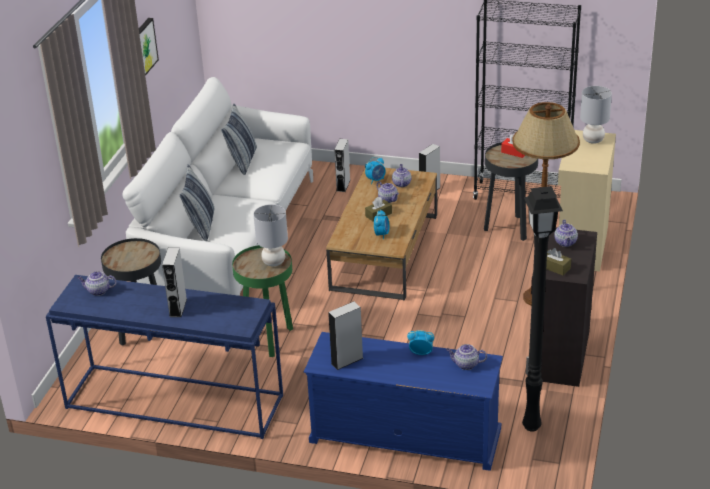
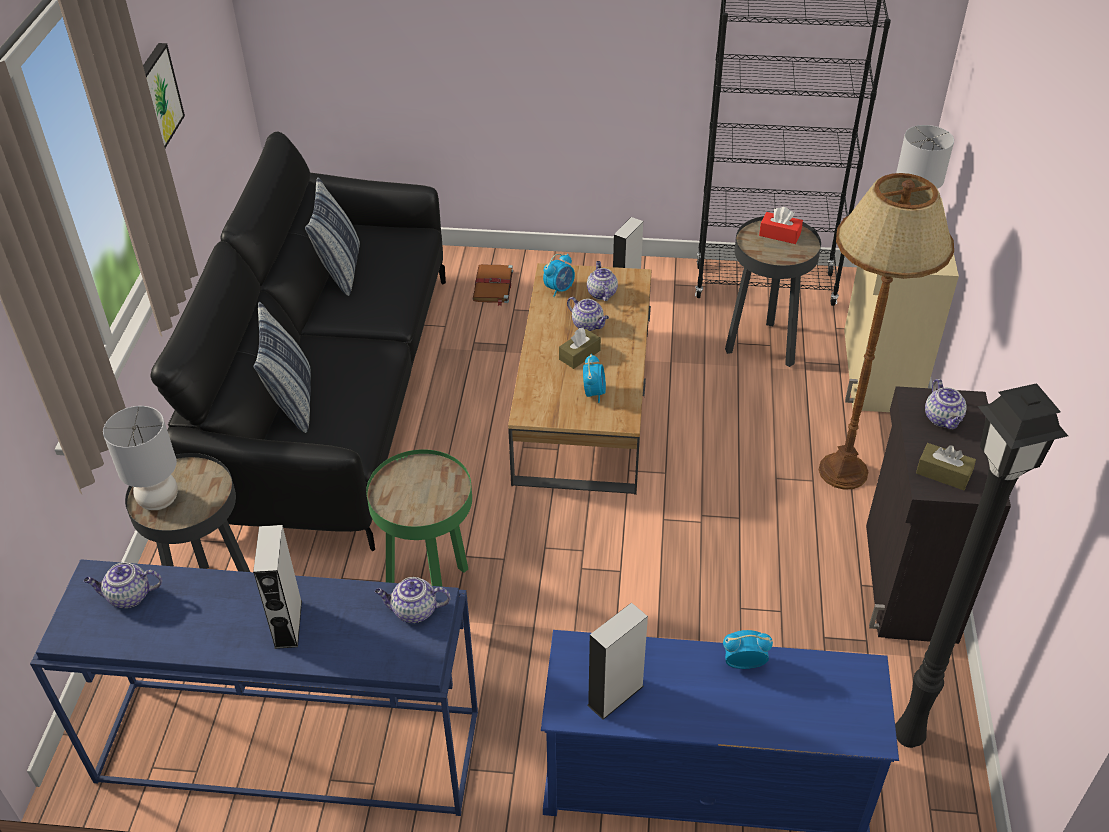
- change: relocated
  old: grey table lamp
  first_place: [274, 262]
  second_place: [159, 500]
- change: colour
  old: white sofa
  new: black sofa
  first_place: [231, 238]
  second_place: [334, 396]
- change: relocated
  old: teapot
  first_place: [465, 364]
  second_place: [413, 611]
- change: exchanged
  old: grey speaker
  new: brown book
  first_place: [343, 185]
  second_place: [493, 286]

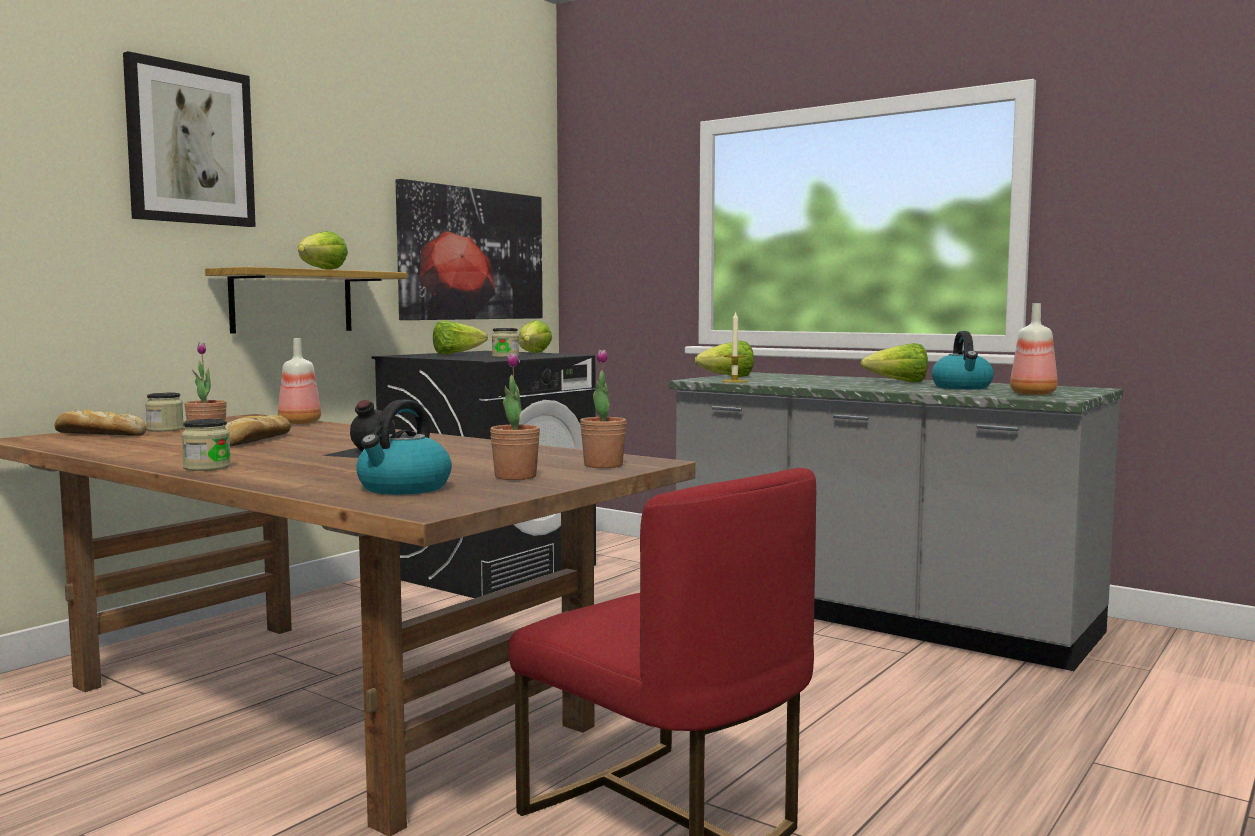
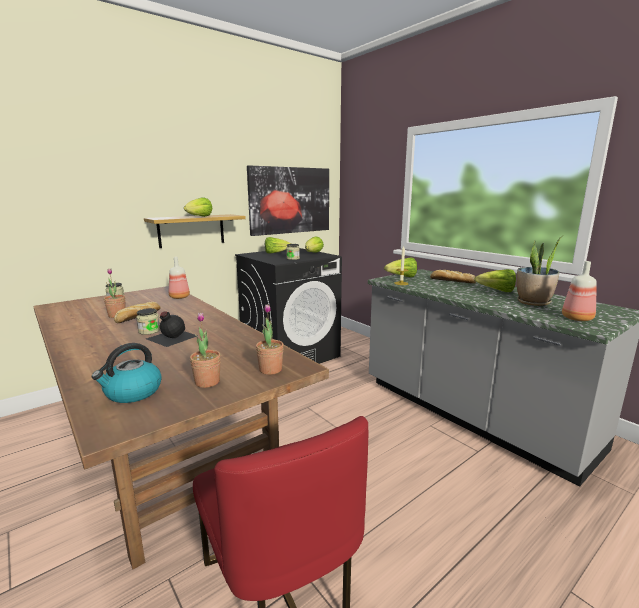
- change: relocated
  old: jar
  first_place: [207, 467]
  second_place: [149, 331]
- change: relocated
  old: bread
  first_place: [98, 434]
  second_place: [451, 281]
- change: exchanged
  old: kettle
  new: potted plant
  first_place: [962, 387]
  second_place: [533, 302]
- change: missing
  old: picture
  first_place: [190, 145]

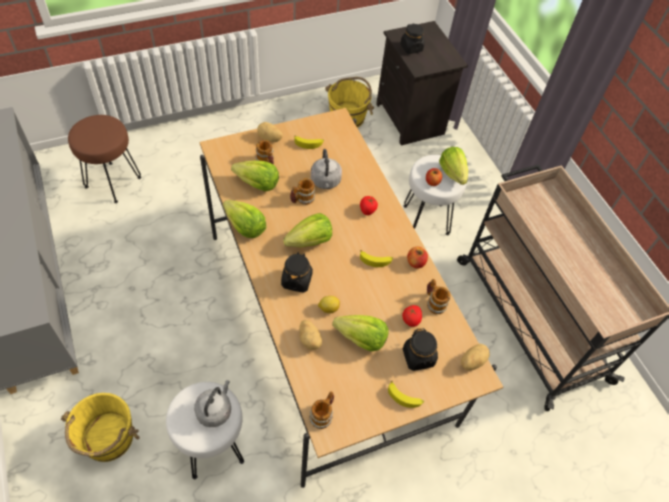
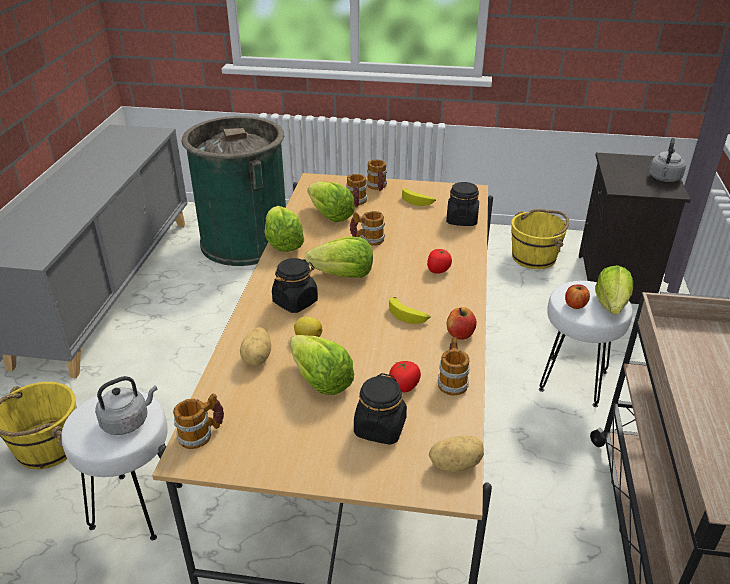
- change: exchanged
  old: brown stool
  new: green trash can
  first_place: [113, 181]
  second_place: [245, 241]
- change: exchanged
  old: potato
  new: mug
  first_place: [269, 138]
  second_place: [377, 187]
- change: relocated
  old: black jar
  first_place: [411, 48]
  second_place: [461, 219]
- change: relocated
  old: grey kettle
  first_place: [325, 182]
  second_place: [664, 179]
- change: missing
  old: banana
  first_place: [404, 397]

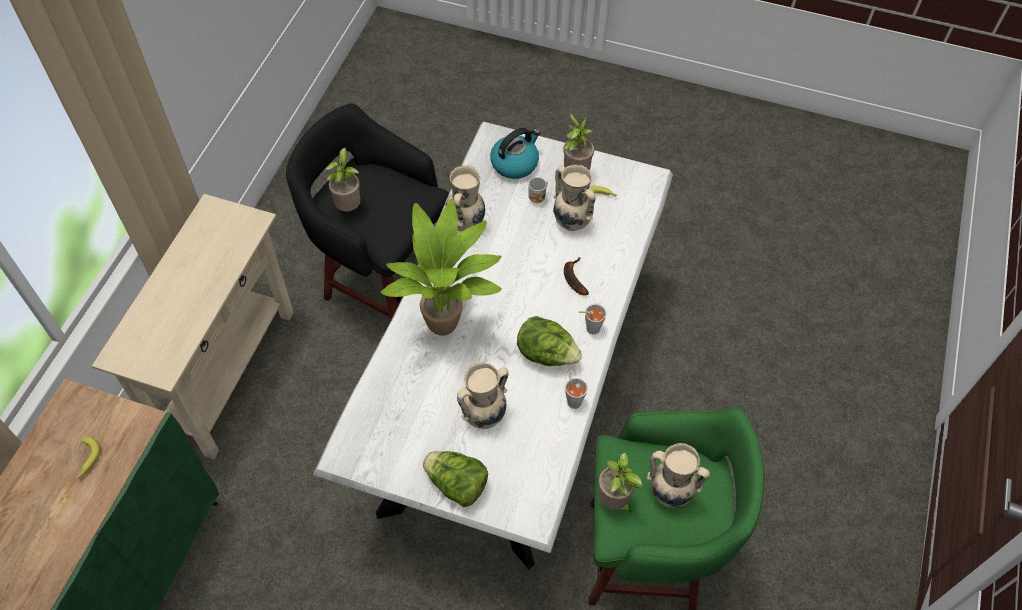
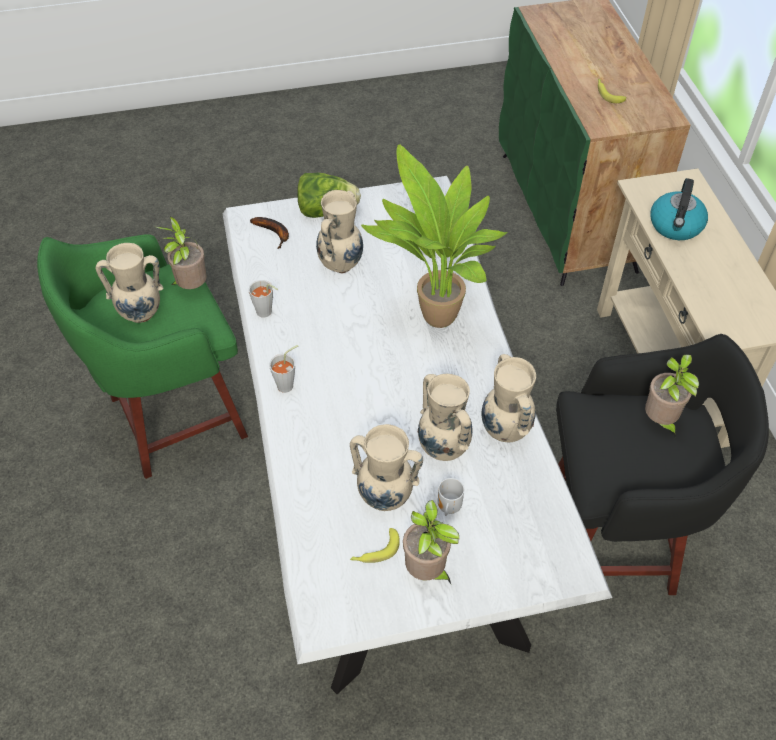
- change: relocated
  old: banana
  first_place: [573, 278]
  second_place: [274, 233]
- change: appeared
  new: beige vase
  second_place: [443, 447]
- change: relocated
  old: kettle
  first_place: [515, 163]
  second_place: [676, 226]
- change: missing
  old: lettuce
  first_place: [546, 354]

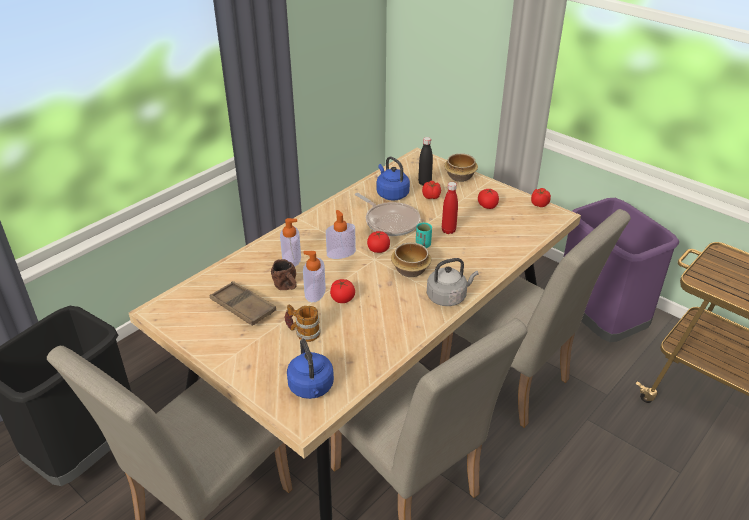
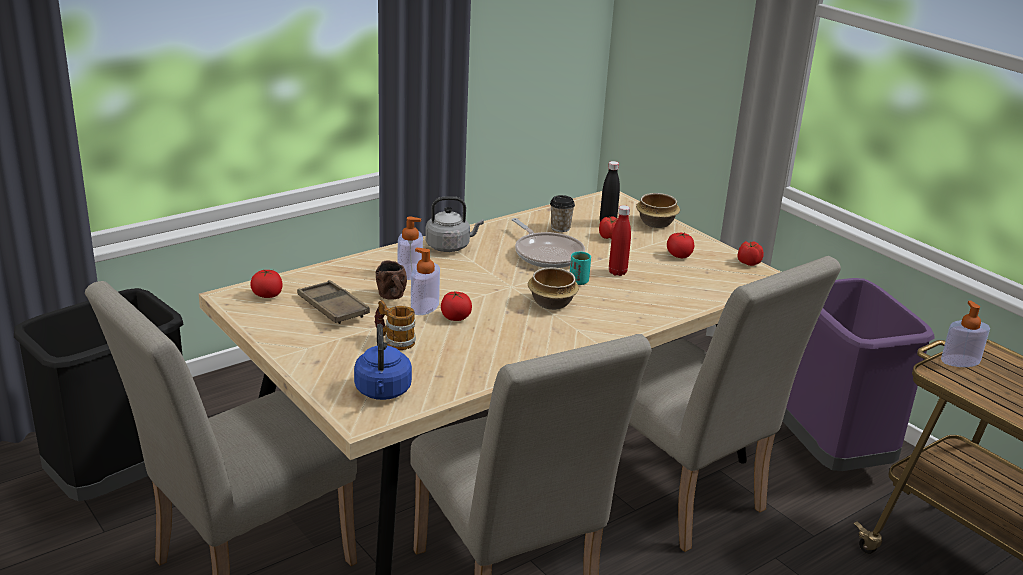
- change: relocated
  old: tomato
  first_place: [378, 250]
  second_place: [267, 295]
- change: relocated
  old: grey kettle
  first_place: [448, 297]
  second_place: [450, 246]
- change: exchanged
  old: blue kettle
  new: cup
  first_place: [391, 194]
  second_place: [560, 228]
- change: relocated
  old: soap dispenser
  first_place: [341, 253]
  second_place: [960, 361]

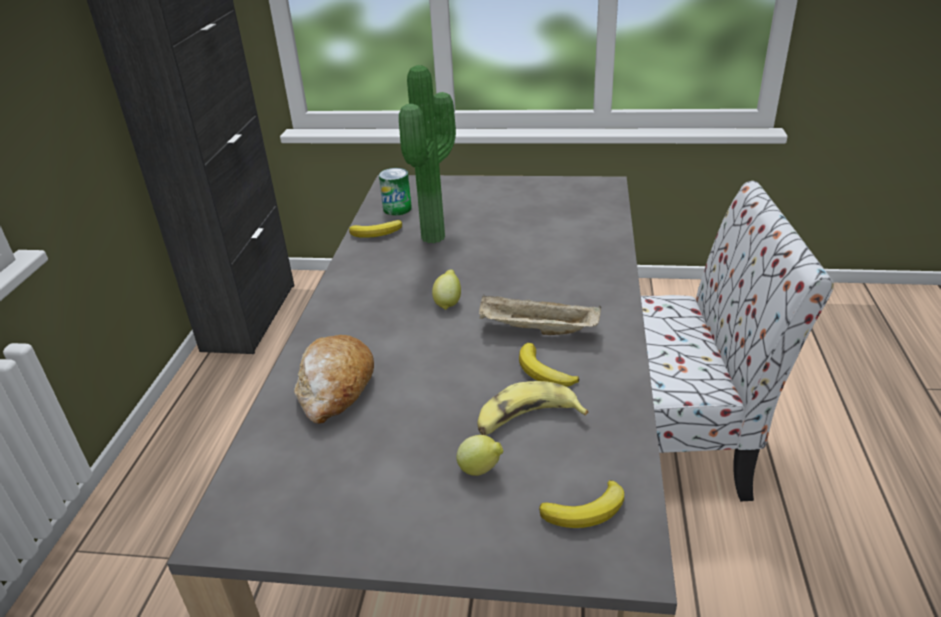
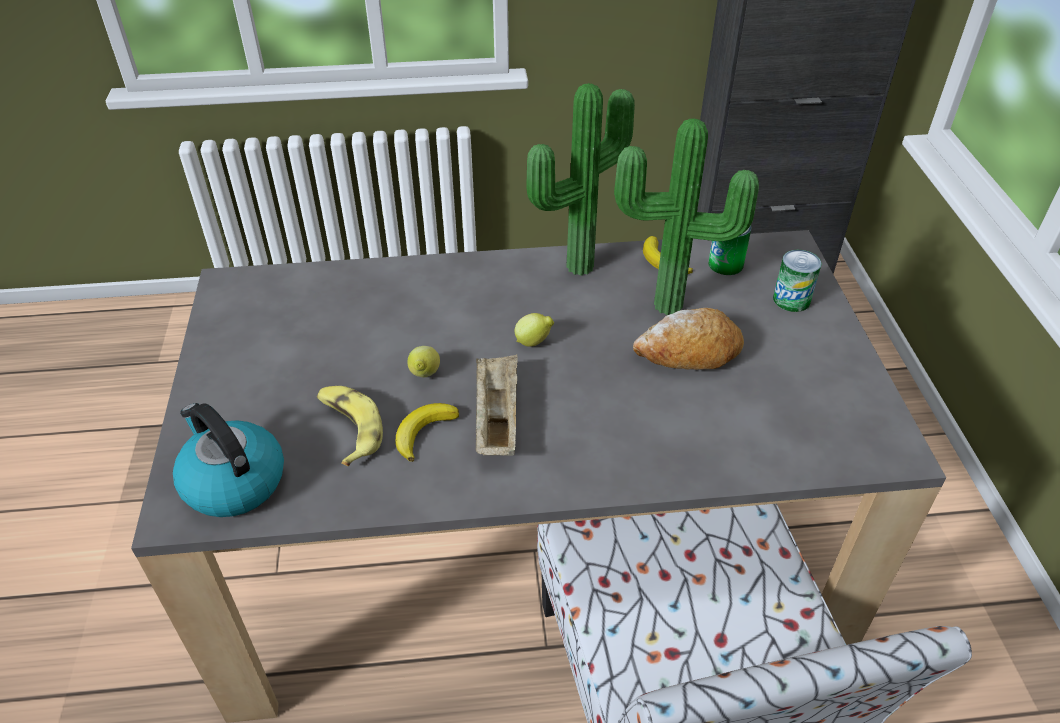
- change: exchanged
  old: banana
  new: kettle
  first_place: [586, 511]
  second_place: [233, 481]
- change: relocated
  old: lemon
  first_place: [481, 470]
  second_place: [424, 375]
- change: appeared
  new: potted plant
  second_place: [575, 264]
- change: relocated
  old: bread
  first_place: [335, 388]
  second_place: [688, 353]
- change: appeared
  new: can
  second_place: [791, 299]

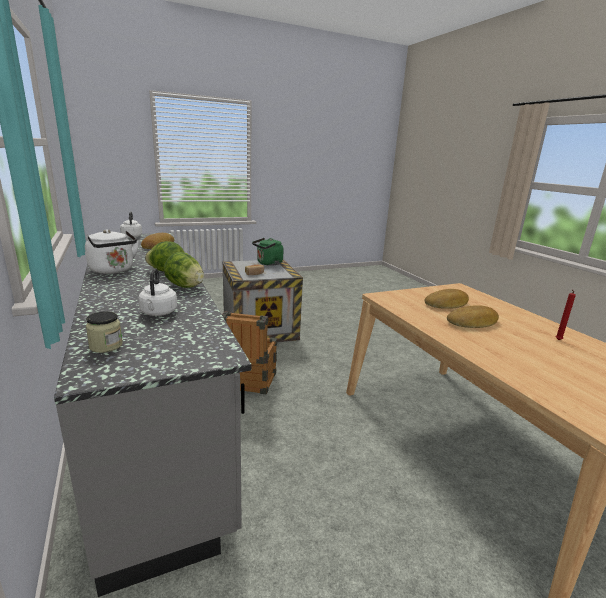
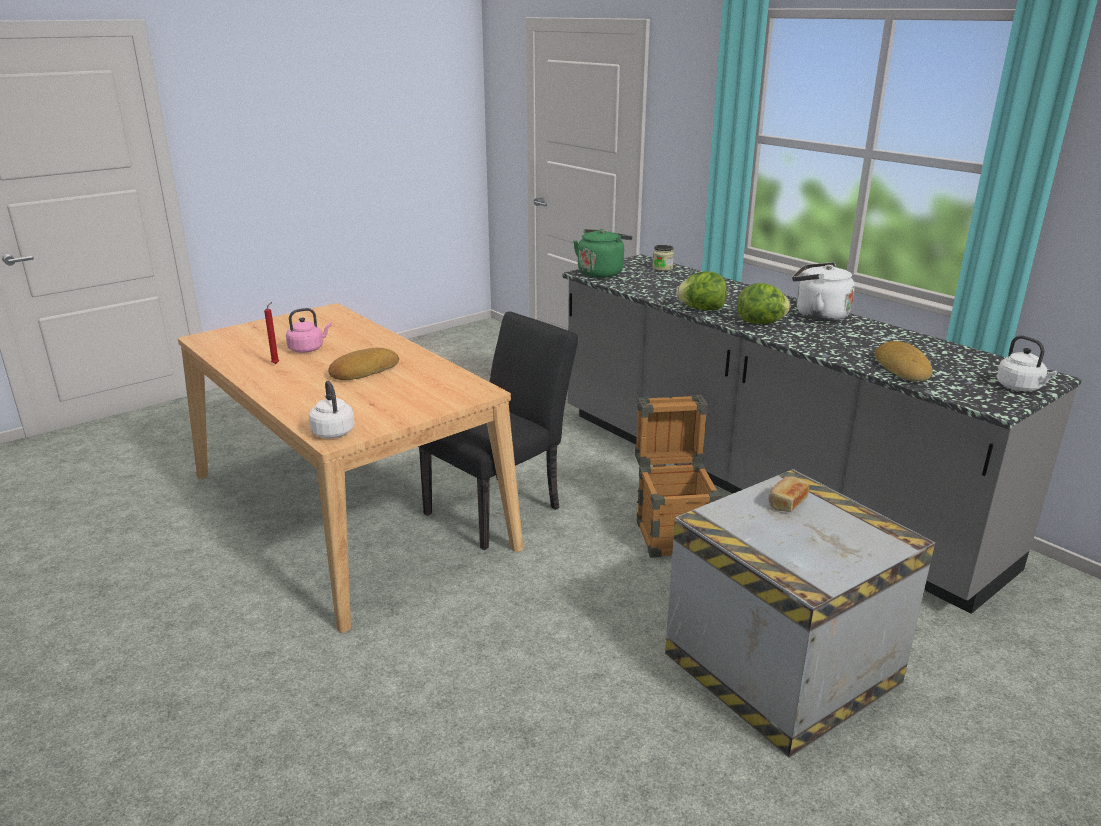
- change: appeared
  new: pink kettle
  second_place: [308, 349]
- change: relocated
  old: white kettle
  first_place: [158, 313]
  second_place: [332, 431]
- change: appeared
  new: black chair
  second_place: [501, 507]
- change: relocated
  old: green kettle
  first_place: [268, 263]
  second_place: [601, 272]
- change: missing
  old: bread
  first_place: [447, 304]

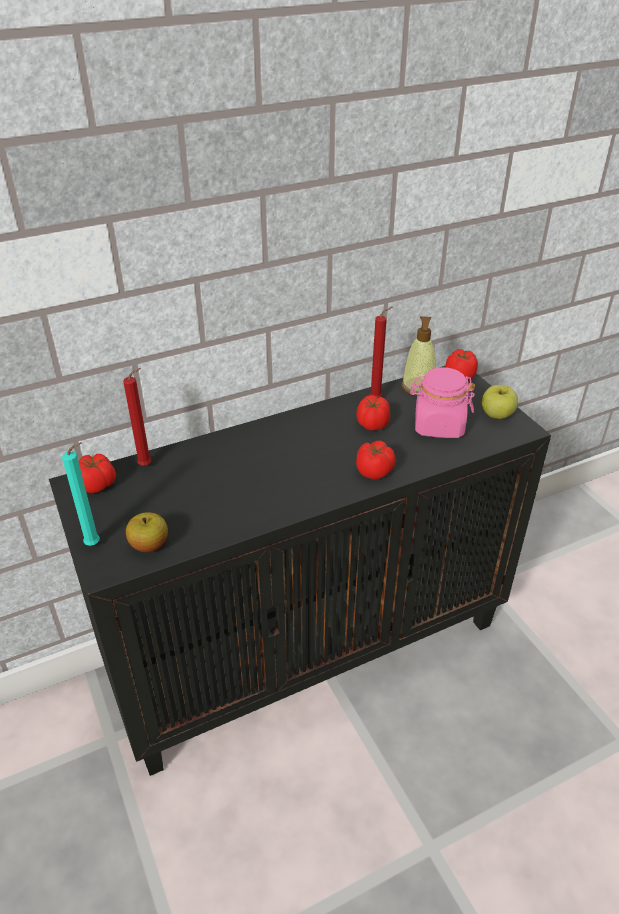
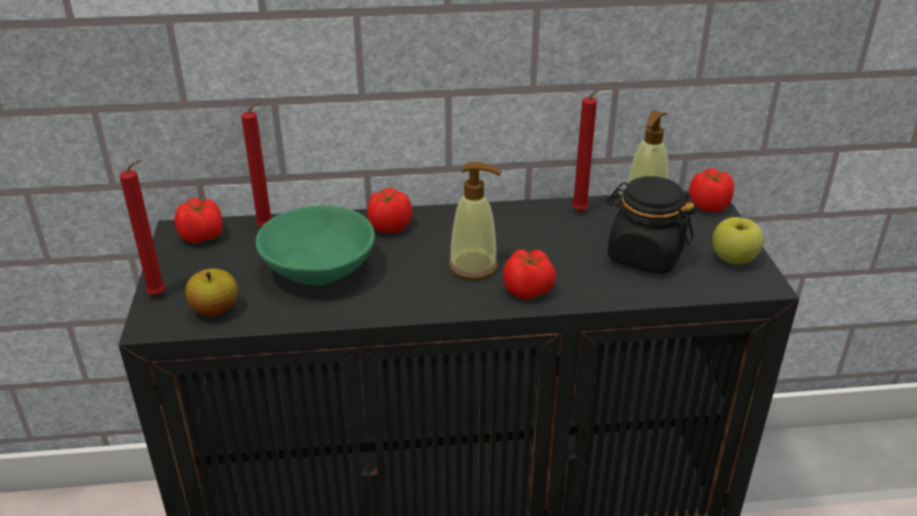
- change: colour
  old: turquoise candle
  new: red candle
  first_place: [95, 544]
  second_place: [160, 295]
- change: appeared
  new: green bowl
  second_place: [318, 270]
- change: relocated
  old: tomato
  first_place: [372, 425]
  second_place: [389, 227]
- change: appeared
  new: soap dispenser
  second_place: [473, 266]
- change: colour
  old: pink jar
  new: black jar
  first_place: [438, 425]
  second_place: [644, 256]

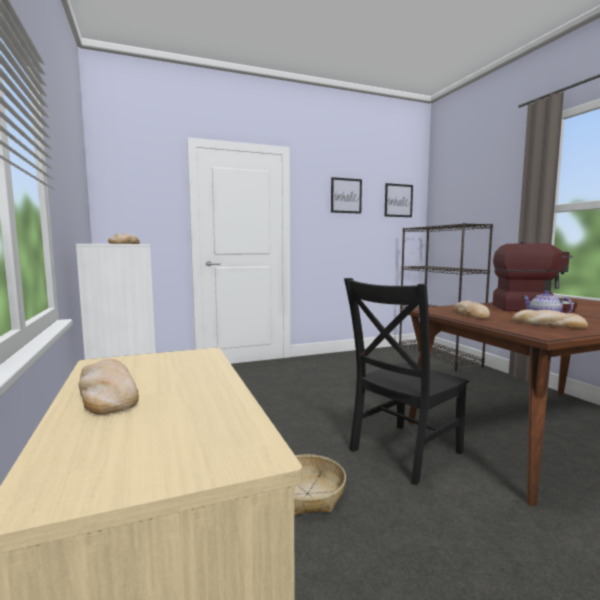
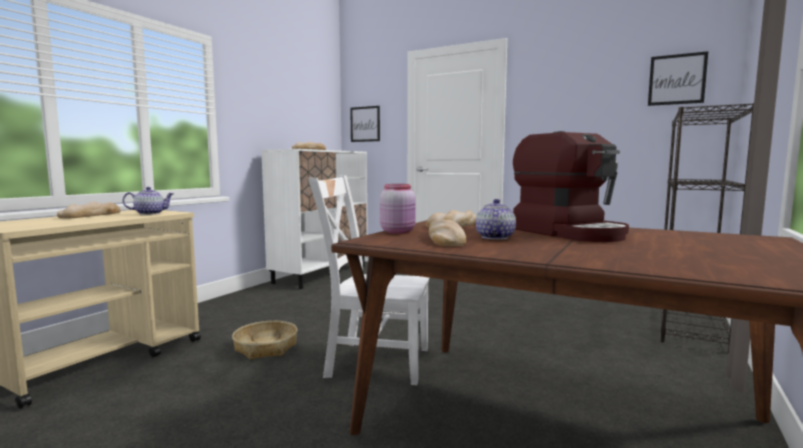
- change: appeared
  new: teapot
  second_place: [150, 213]
- change: colour
  old: black chair
  new: white chair
  first_place: [402, 452]
  second_place: [374, 361]
- change: relocated
  old: picture
  first_place: [346, 195]
  second_place: [365, 124]
- change: appeared
  new: pink jar
  second_place: [398, 232]

